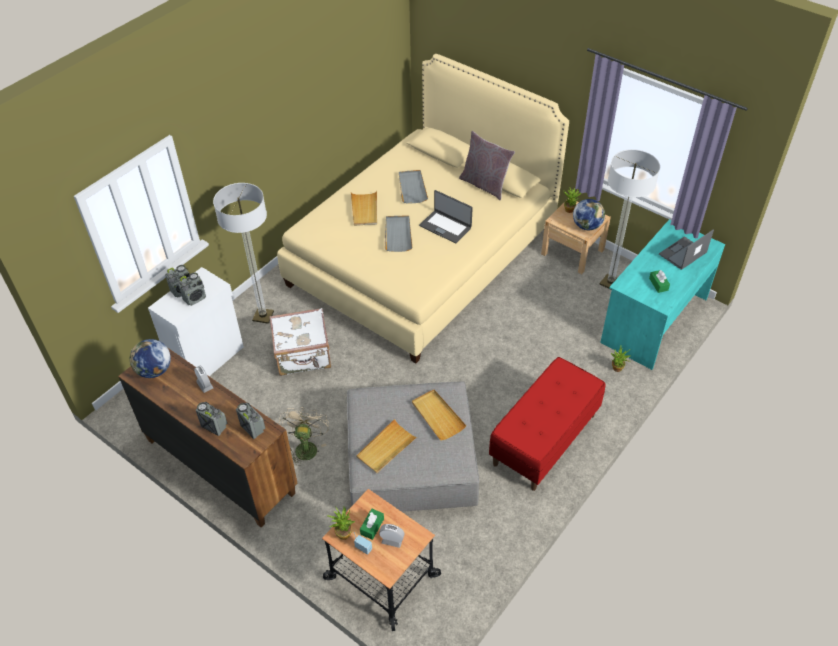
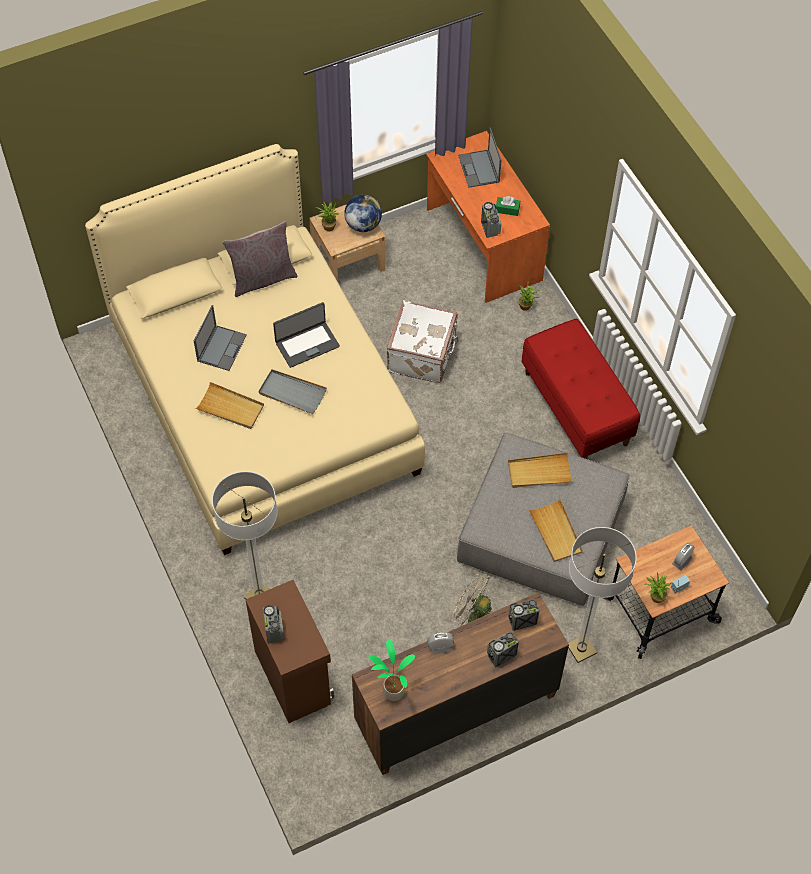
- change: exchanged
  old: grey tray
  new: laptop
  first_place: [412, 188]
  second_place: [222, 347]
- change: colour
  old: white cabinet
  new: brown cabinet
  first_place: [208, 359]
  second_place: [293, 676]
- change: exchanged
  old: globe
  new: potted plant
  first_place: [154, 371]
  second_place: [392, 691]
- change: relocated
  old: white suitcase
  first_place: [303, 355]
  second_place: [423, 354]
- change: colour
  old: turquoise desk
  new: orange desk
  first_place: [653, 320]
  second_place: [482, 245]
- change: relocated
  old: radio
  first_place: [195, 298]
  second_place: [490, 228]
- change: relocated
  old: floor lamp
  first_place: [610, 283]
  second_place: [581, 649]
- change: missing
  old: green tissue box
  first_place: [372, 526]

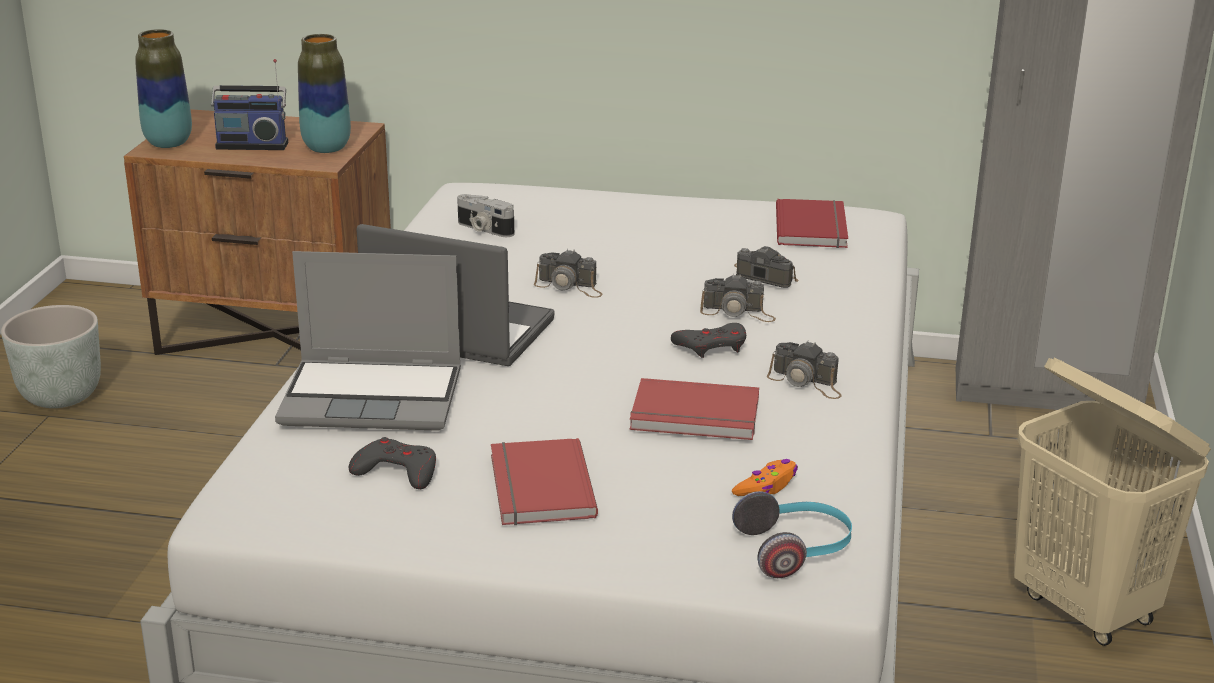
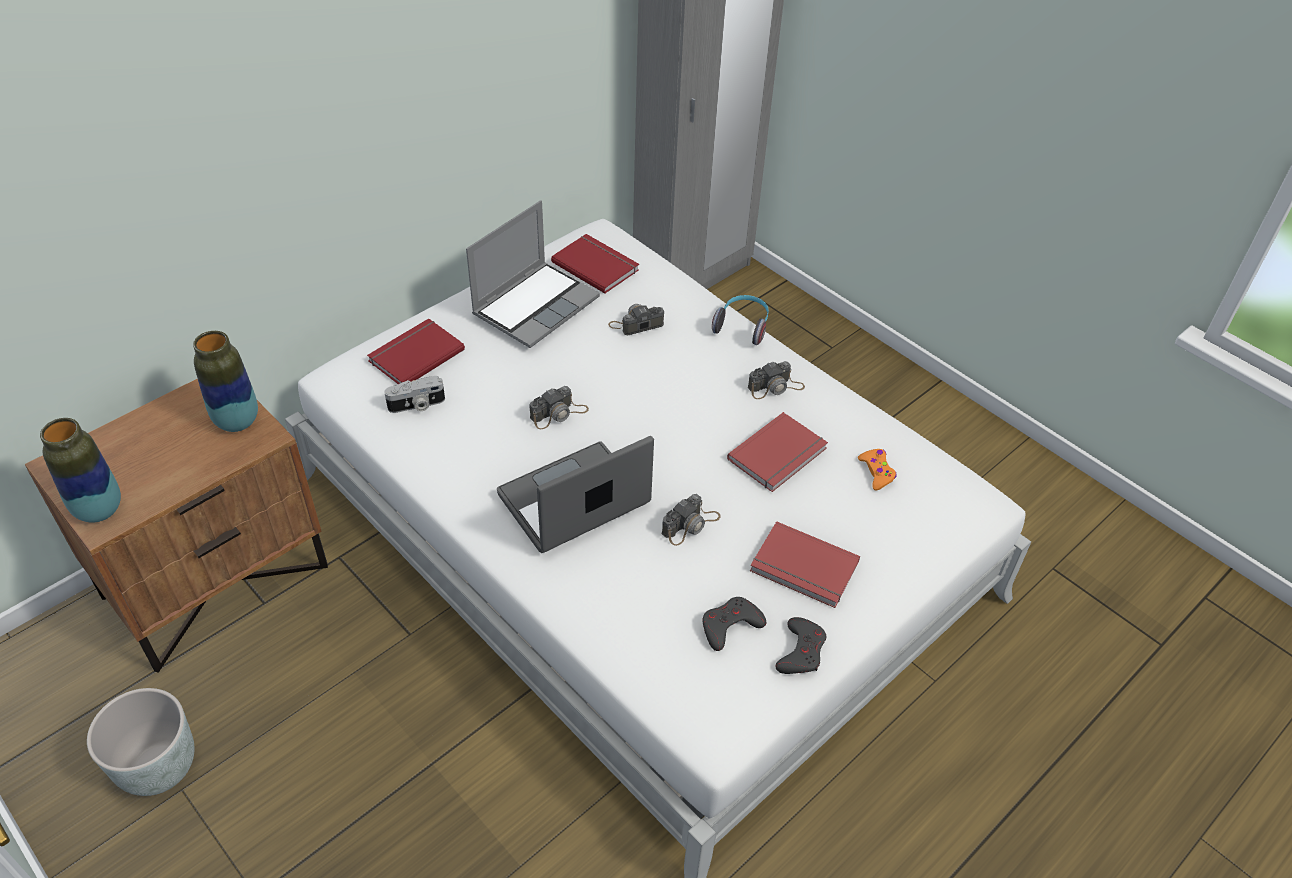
- change: appeared
  new: red book
  second_place: [414, 354]
- change: relocated
  old: laptop
  first_place: [374, 397]
  second_place: [536, 305]
- change: relocated
  old: photo camera
  first_place: [738, 312]
  second_place: [690, 525]
- change: relocated
  old: headphones
  first_place: [795, 550]
  second_place: [742, 326]
- change: relocated
  old: grey game controller
  first_place: [712, 346]
  second_place: [801, 651]
- change: missing
  old: radio
  first_place: [253, 144]
- change: missing
  old: beige laundry basket
  first_place: [1085, 609]

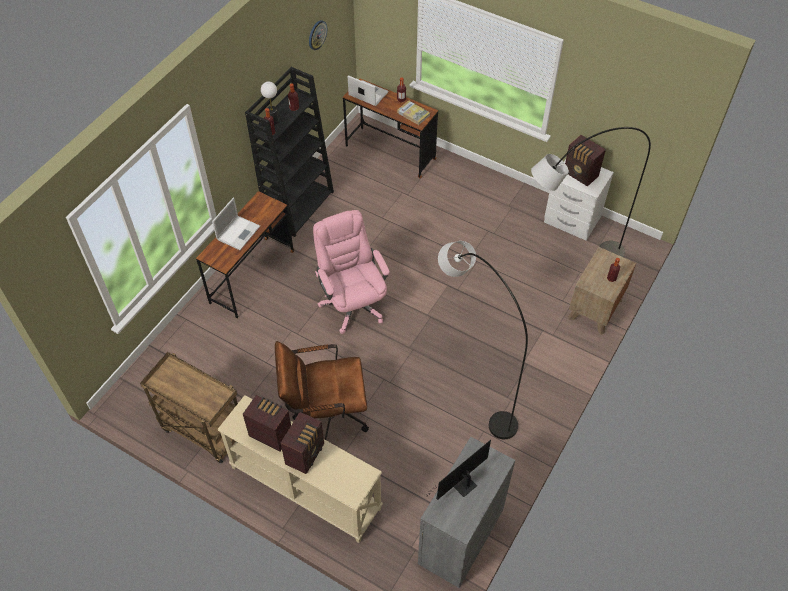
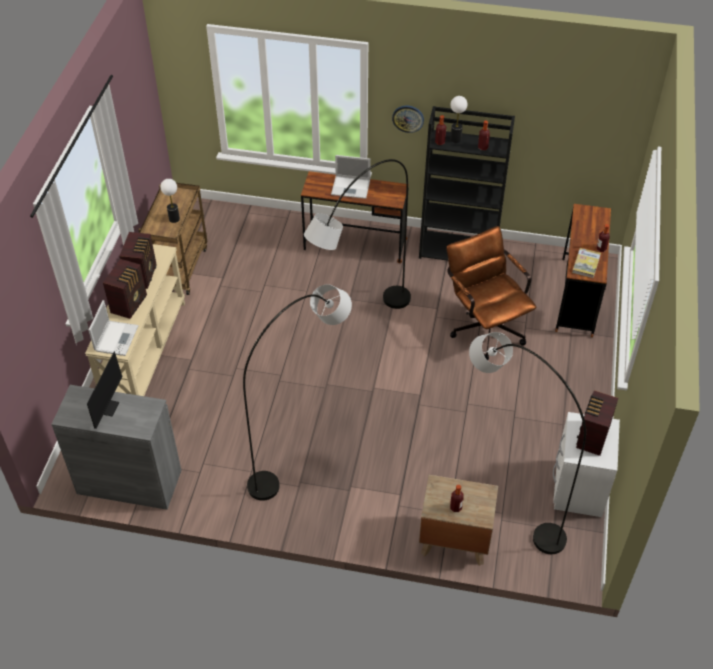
- change: spun
  old: monitor
  first_place: [460, 486]
  second_place: [109, 405]
  degrees: 75
- change: relocated
  old: laptop
  first_place: [367, 93]
  second_place: [116, 337]
- change: spun
  old: radio
  first_place: [306, 453]
  second_place: [130, 303]
  degrees: -75
- change: appeared
  new: table lamp
  second_place: [174, 219]
- change: exchanged
  old: pink office chair
  new: grey floor lamp
  first_place: [353, 304]
  second_place: [359, 325]
- change: relocated
  old: wall clock
  first_place: [317, 34]
  second_place: [408, 118]
- change: relocated
  old: brown office chair
  first_place: [325, 414]
  second_place: [484, 326]

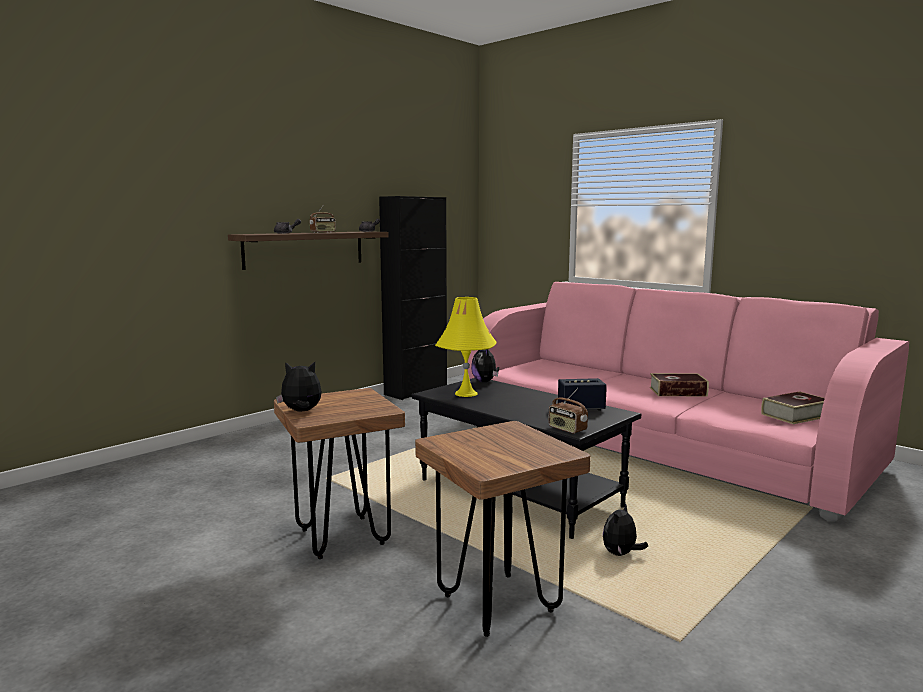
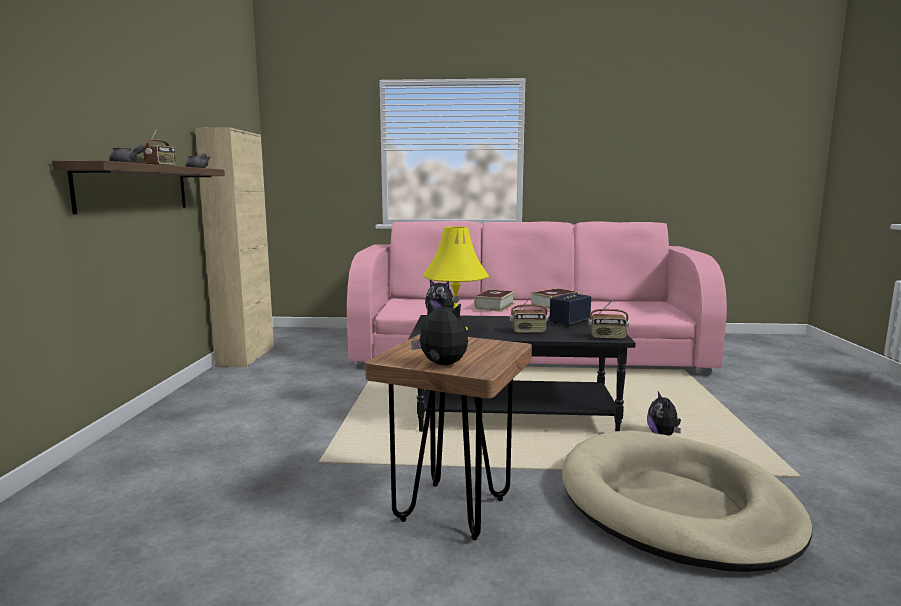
- change: colour
  old: black cabinet
  new: beige cabinet
  first_place: [416, 391]
  second_place: [246, 356]
- change: spun
  old: plush toy
  first_place: [301, 411]
  second_place: [441, 365]
  degrees: 75
- change: relocated
  old: book
  first_place: [795, 415]
  second_place: [494, 306]
- change: appeared
  new: radio
  second_place: [528, 332]
- change: exchanged
  old: brown stool
  new: beige dog bed
  first_place: [498, 603]
  second_place: [675, 505]

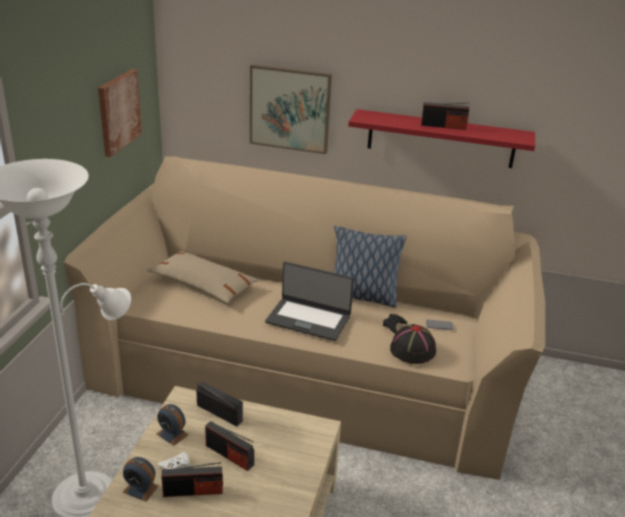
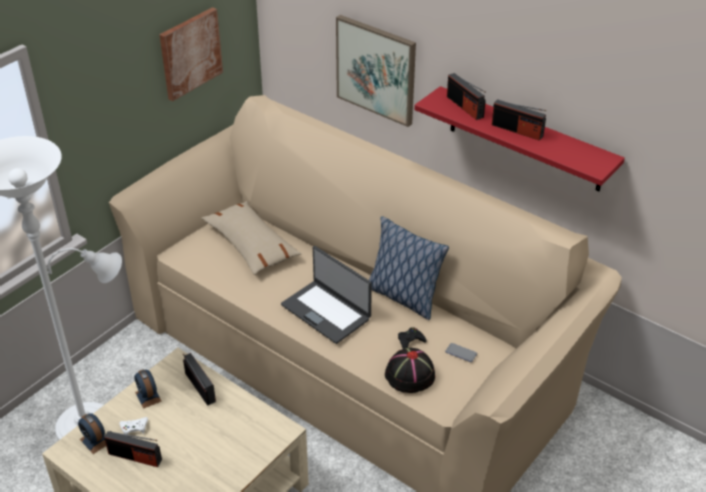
- change: relocated
  old: radio
  first_place: [229, 455]
  second_place: [465, 107]

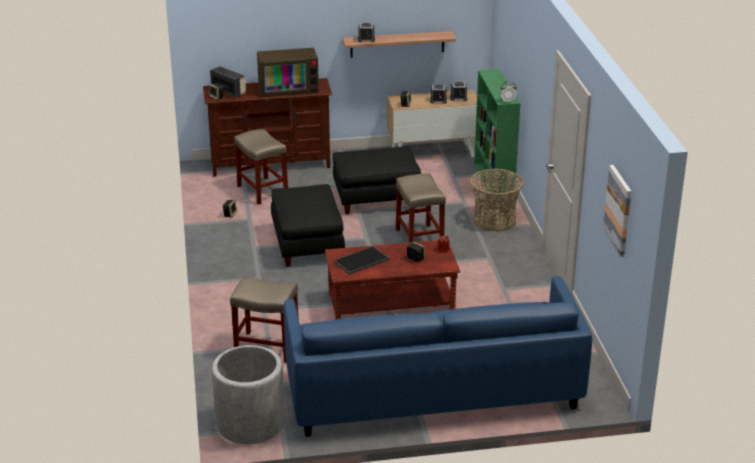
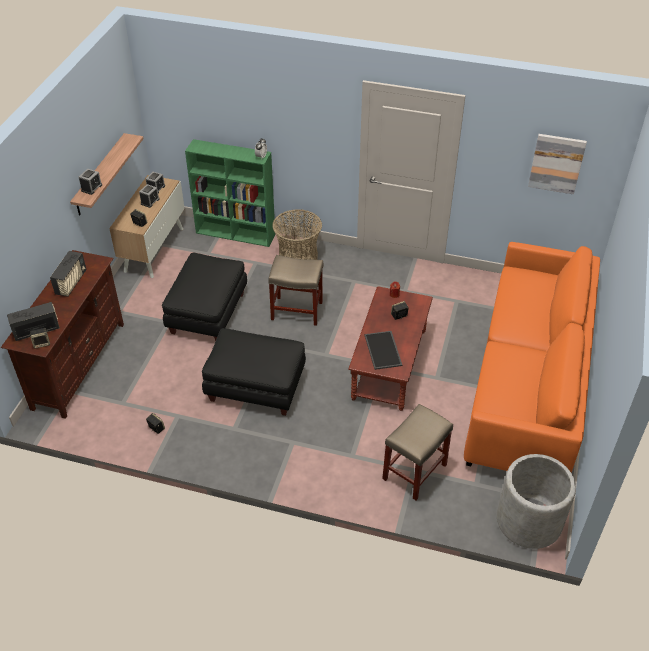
- change: exchanged
  old: television
  new: radio
  first_place: [289, 88]
  second_place: [71, 283]
- change: colour
  old: blue sofa
  new: orange sofa
  first_place: [433, 391]
  second_place: [528, 384]
- change: missing
  old: beige stool
  first_place: [262, 190]

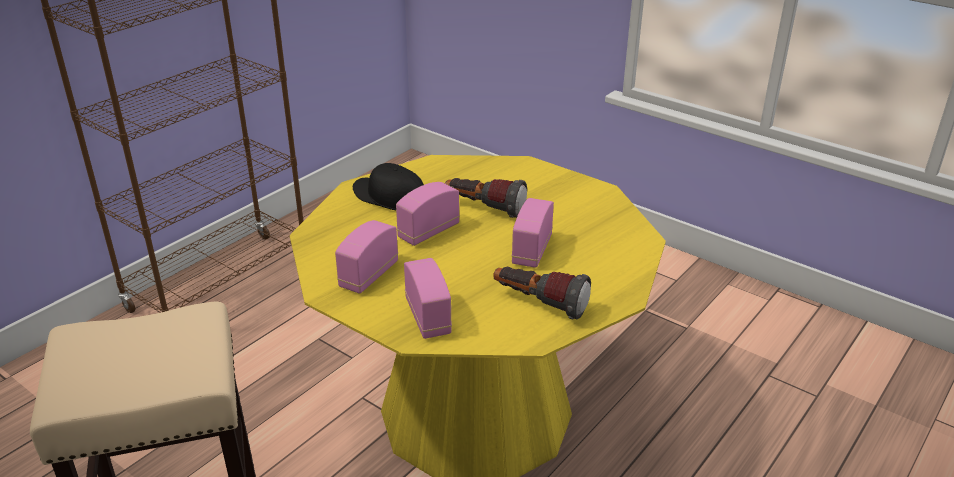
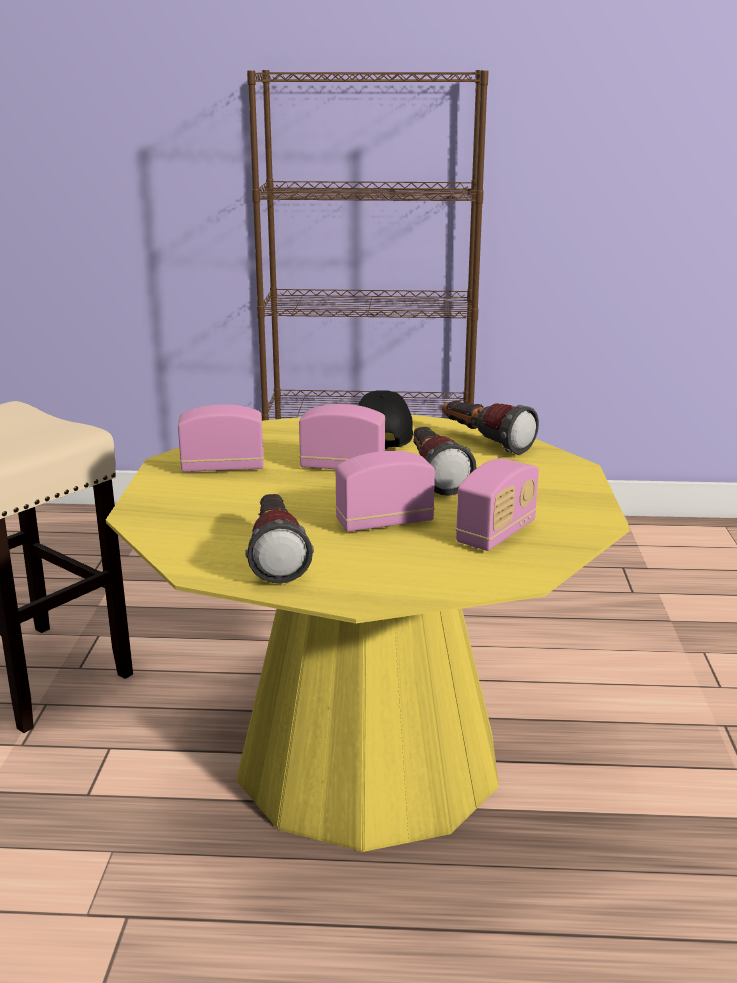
- change: appeared
  new: flashlight
  second_place: [484, 442]
- change: relocated
  old: radio
  first_place: [428, 317]
  second_place: [496, 534]

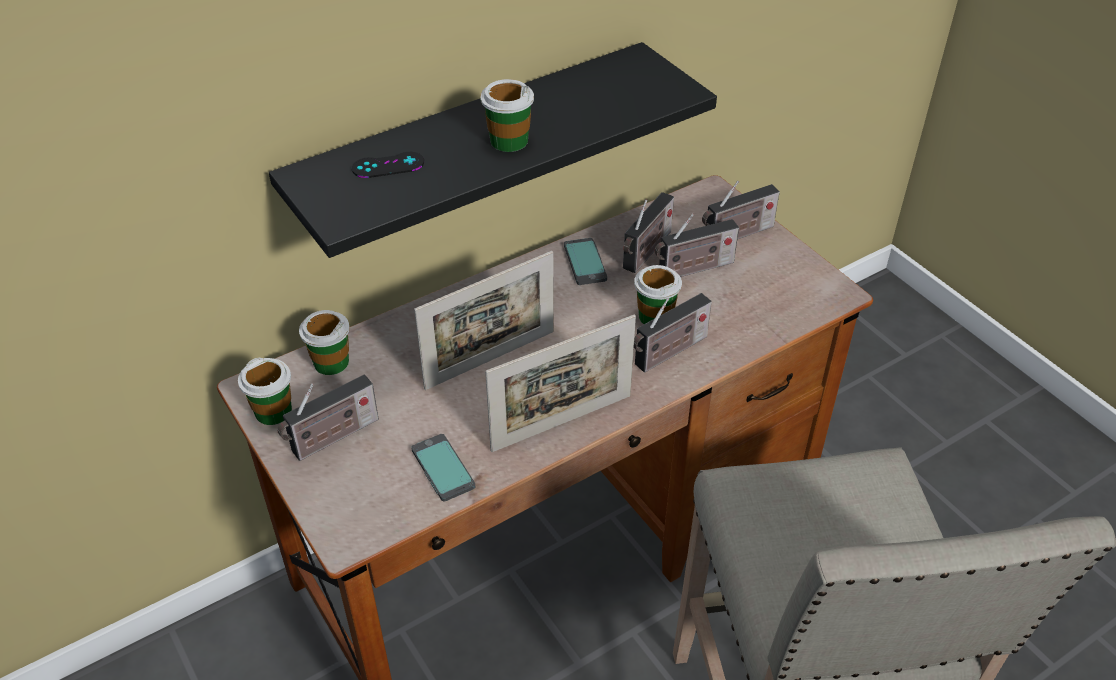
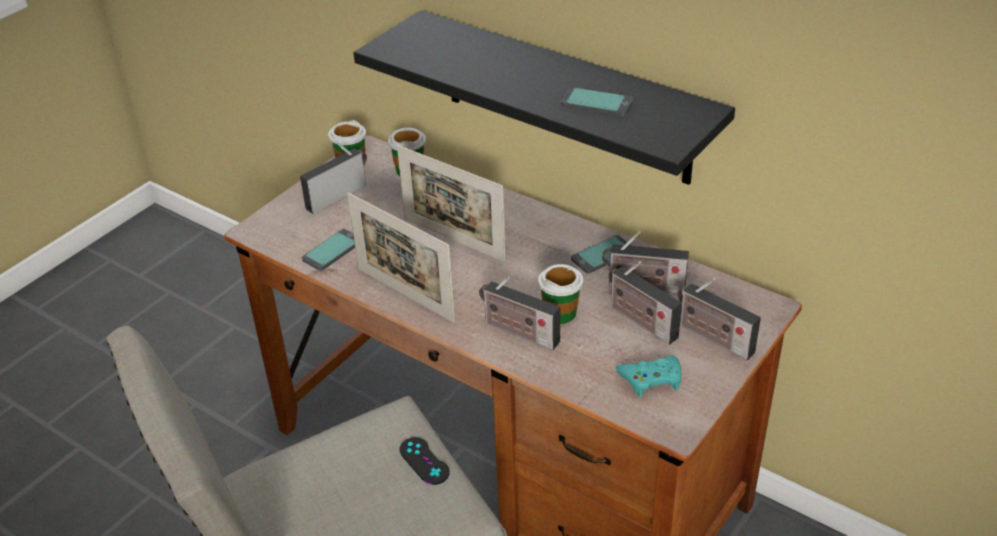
- change: spun
  old: radio
  first_place: [332, 438]
  second_place: [338, 195]
  degrees: 105
- change: relocated
  old: black game controller
  first_place: [388, 165]
  second_place: [424, 461]
- change: appeared
  new: phone
  second_place: [597, 103]
- change: appeared
  new: turquoise game controller
  second_place: [651, 379]
- change: missing
  old: cup
  first_place: [508, 140]

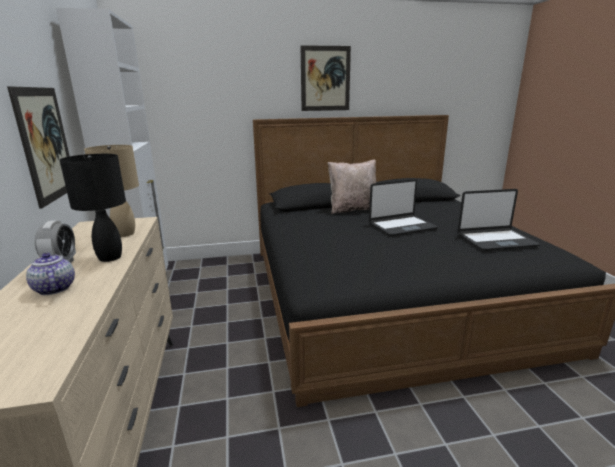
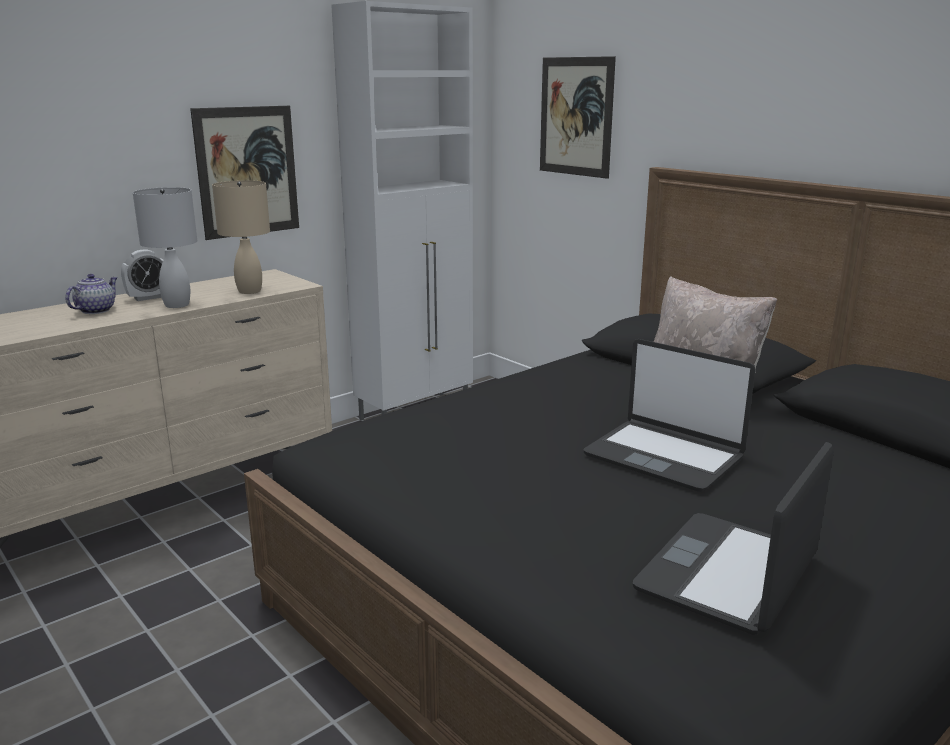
- change: colour
  old: black table lamp
  new: white table lamp
  first_place: [109, 257]
  second_place: [176, 304]
- change: relocated
  old: picture
  first_place: [325, 79]
  second_place: [576, 117]
- change: spun
  old: laptop
  first_place: [495, 240]
  second_place: [729, 574]
  degrees: 75

